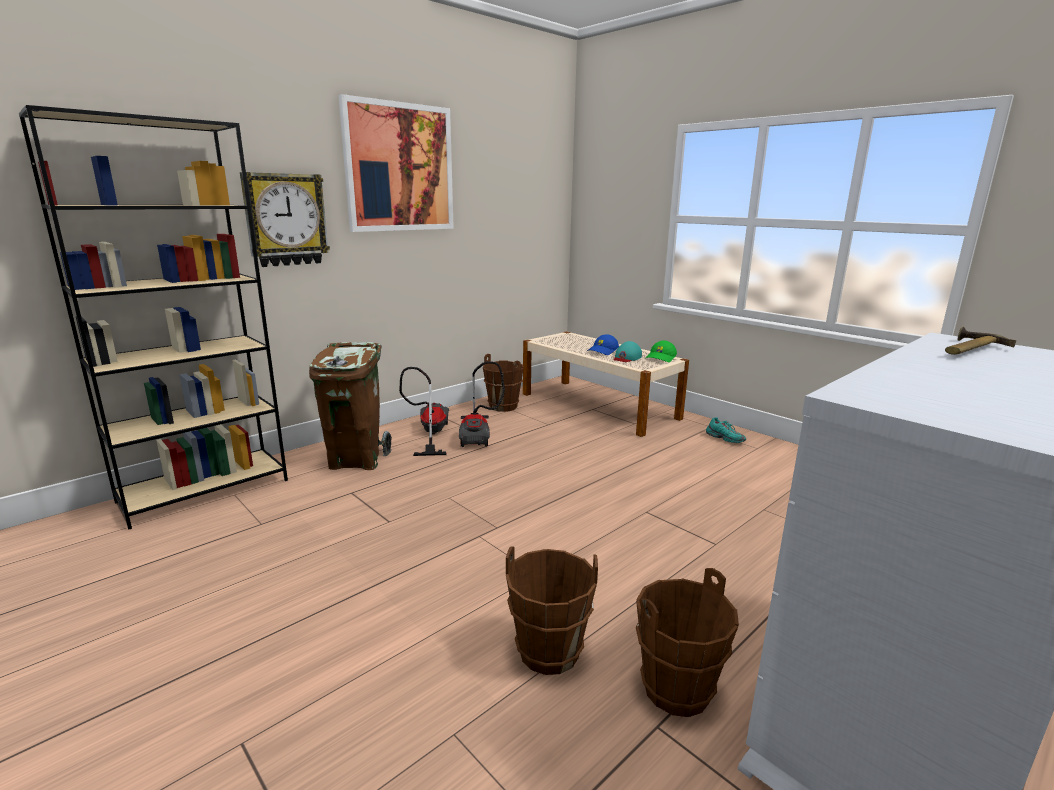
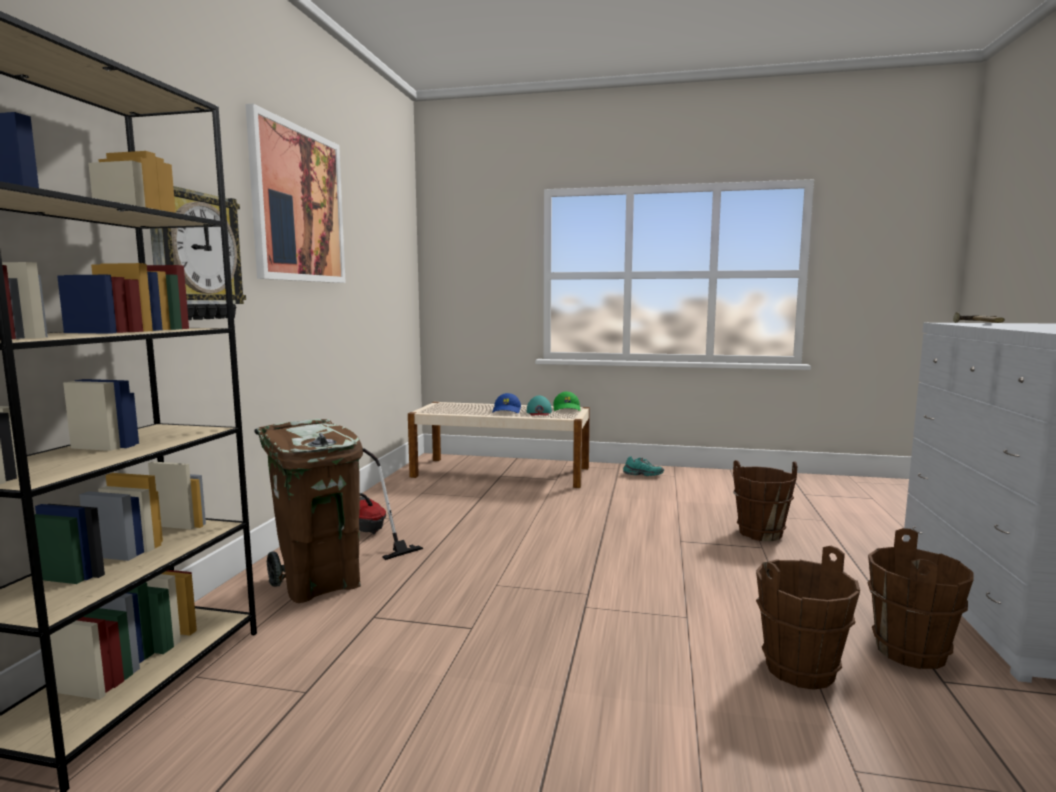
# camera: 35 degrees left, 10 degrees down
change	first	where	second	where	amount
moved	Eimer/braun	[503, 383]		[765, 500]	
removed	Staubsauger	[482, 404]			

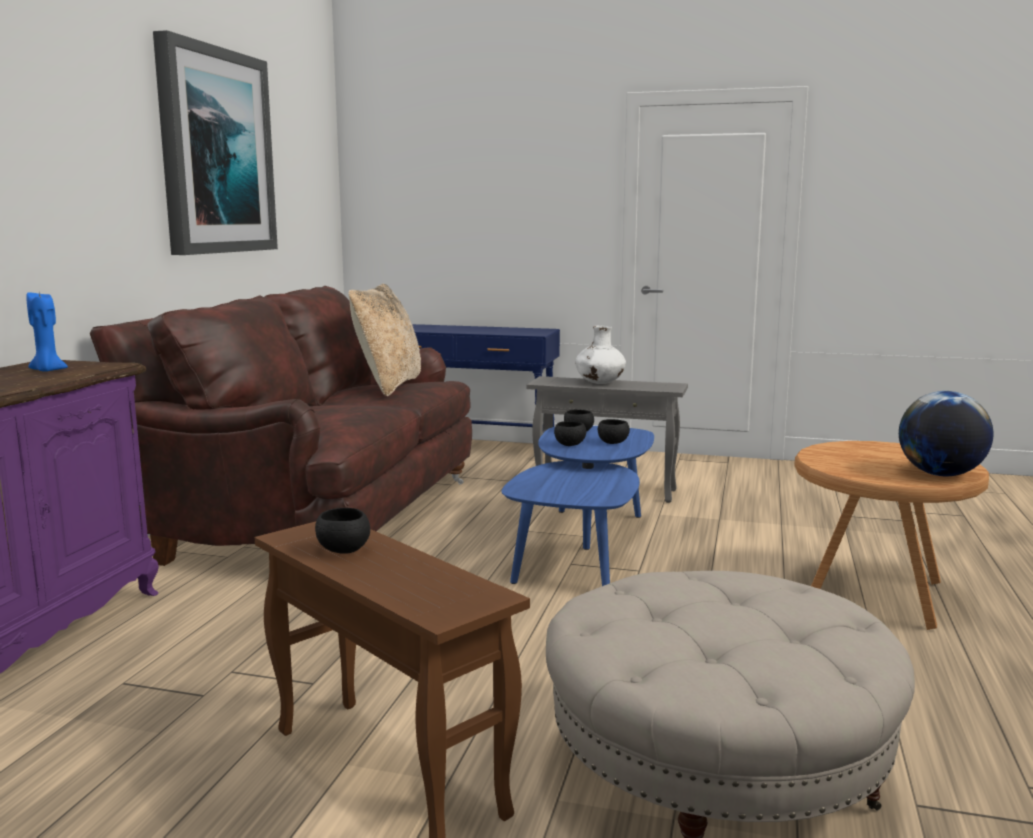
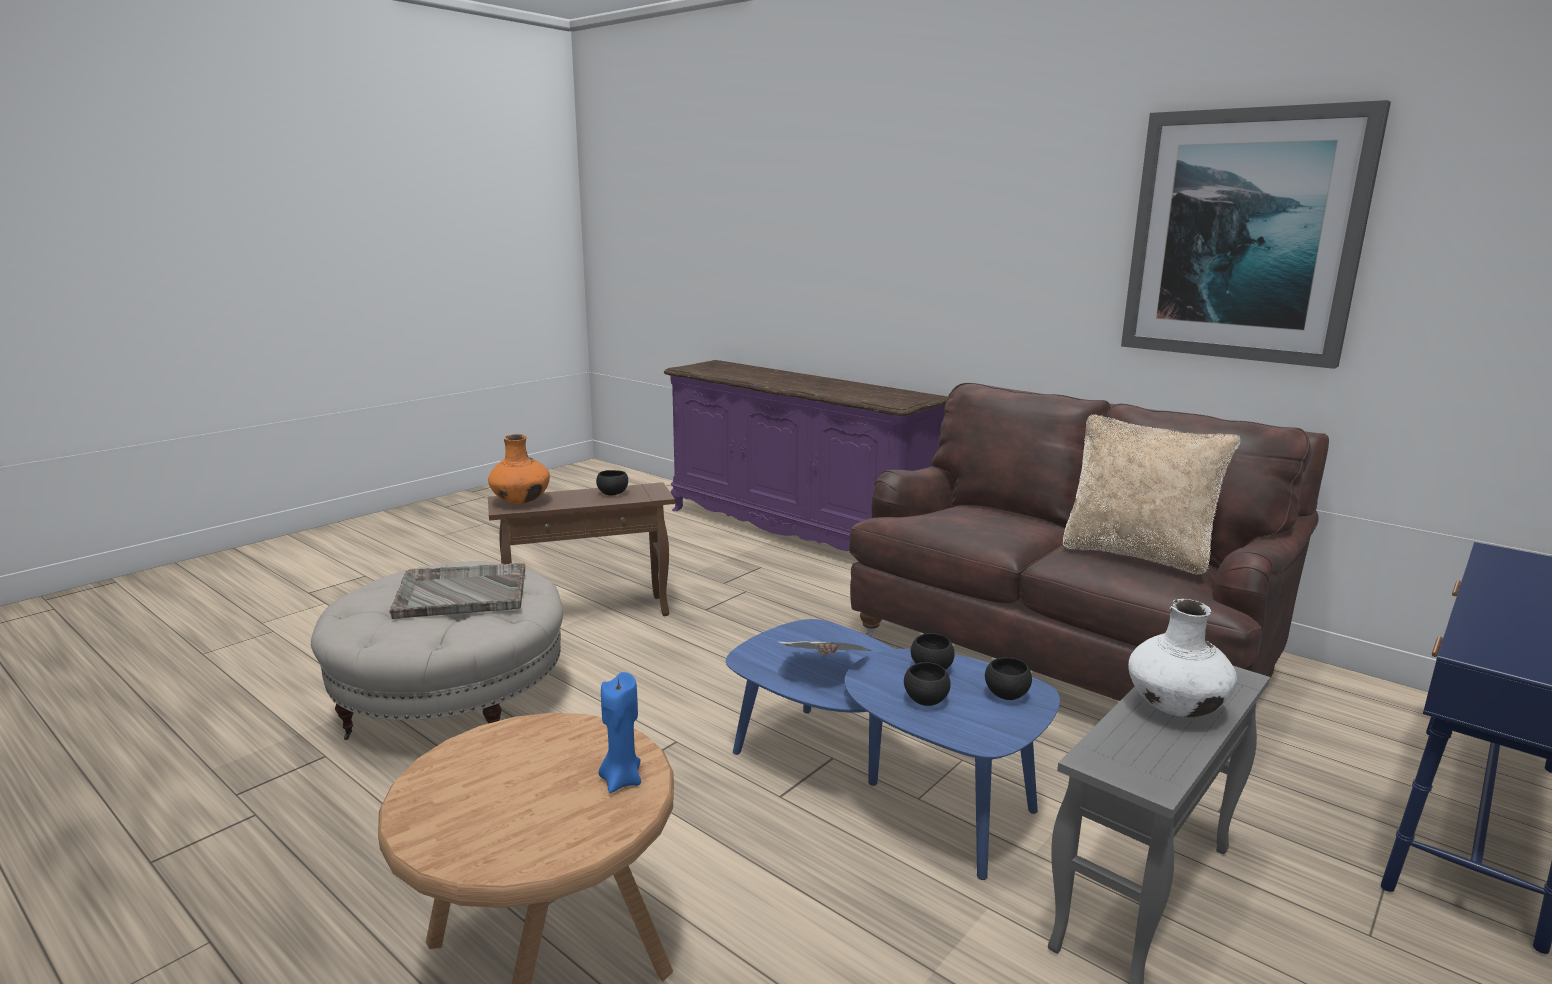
# camera: 115 degrees right, 5 degrees up
change	first	where	second	where	amount
moved	Kerze/blau	[47, 332]		[620, 732]	
removed	Globus	[946, 433]			
added			Vase/orange	[519, 469]	
added			Tablett/grau	[457, 591]	
added			Zeitung	[824, 648]	

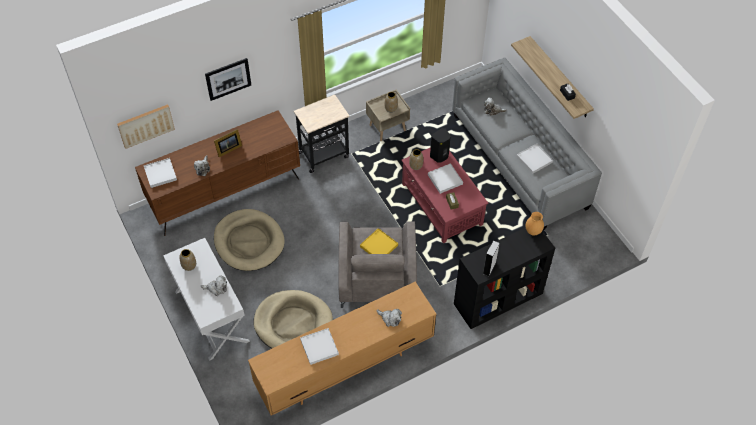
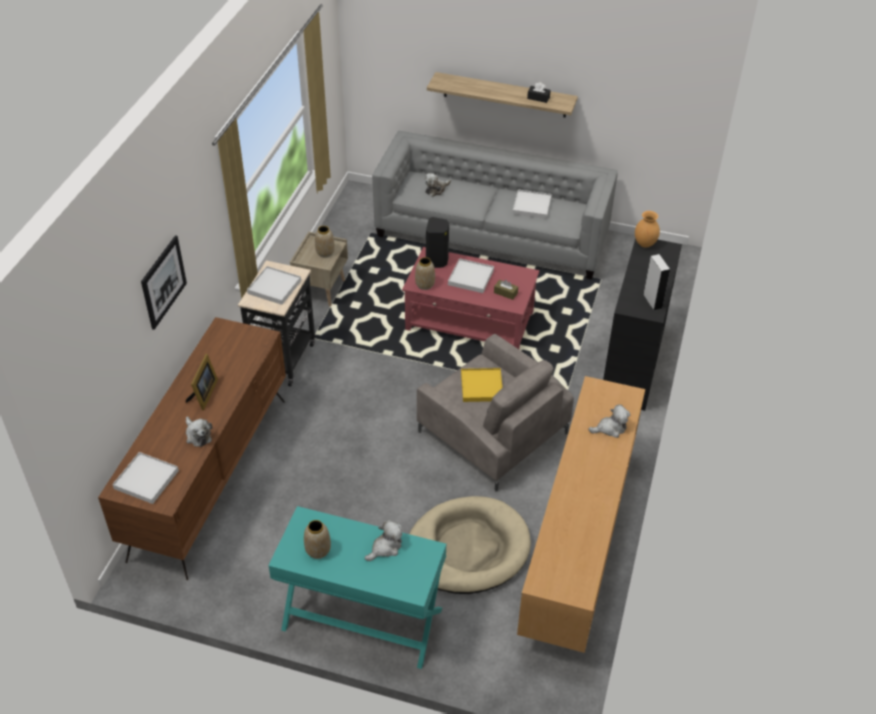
# camera: 45 degrees left, 10 degrees down
change	first	where	second	where	amount
removed	Bild	[146, 126]			
removed	Hundebett/beige	[249, 240]			
recoloured	Konsolentisch/weiß	[206, 299]	Konsolentisch/türkis	[357, 587]	
moved	Tablett/weiß	[319, 346]		[274, 285]	

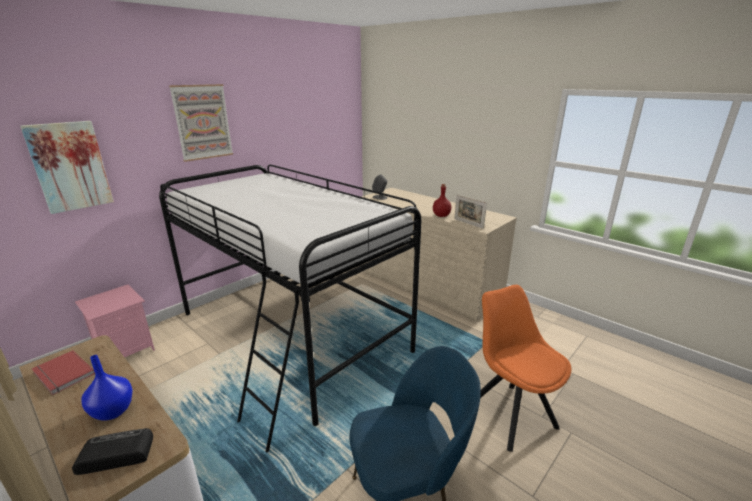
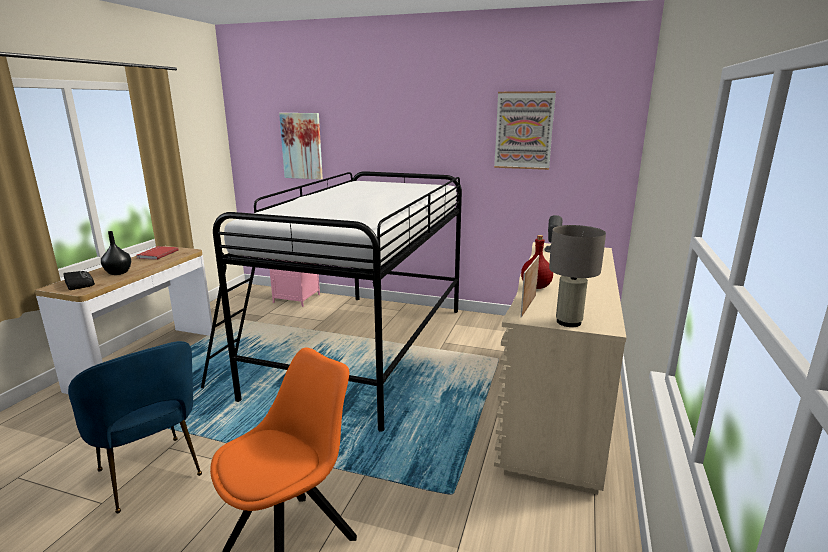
# camera: 65 degrees right, 5 degrees down
change	first	where	second	where	amount
moved	Bild	[201, 123]		[525, 130]	
recoloured	Vase/blau	[107, 388]	Vase/schwarz	[116, 253]	
added			Tischlampe/grau	[577, 276]	

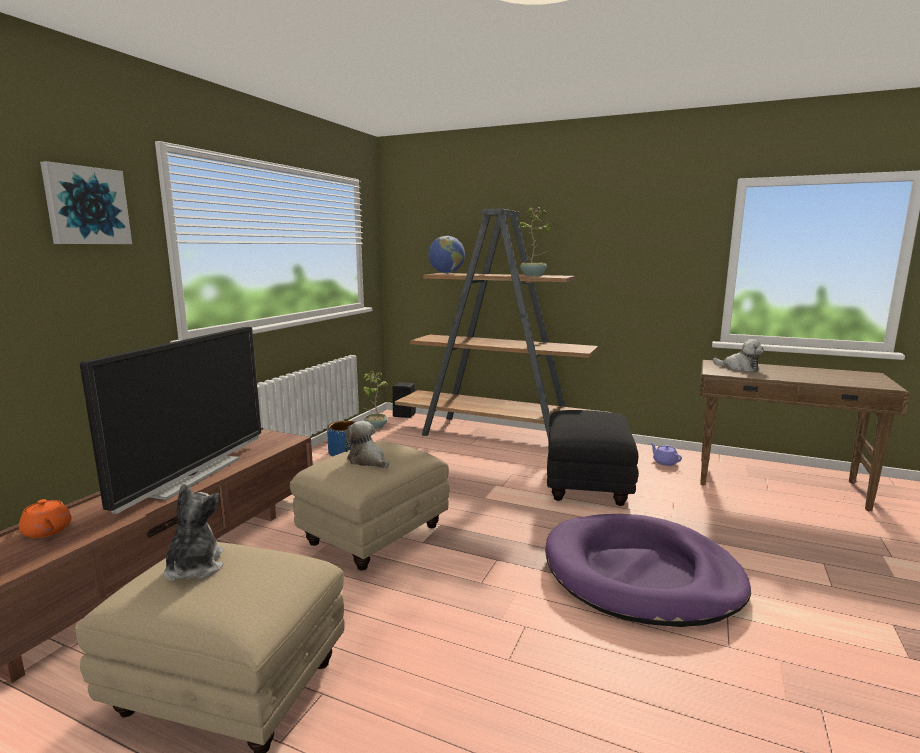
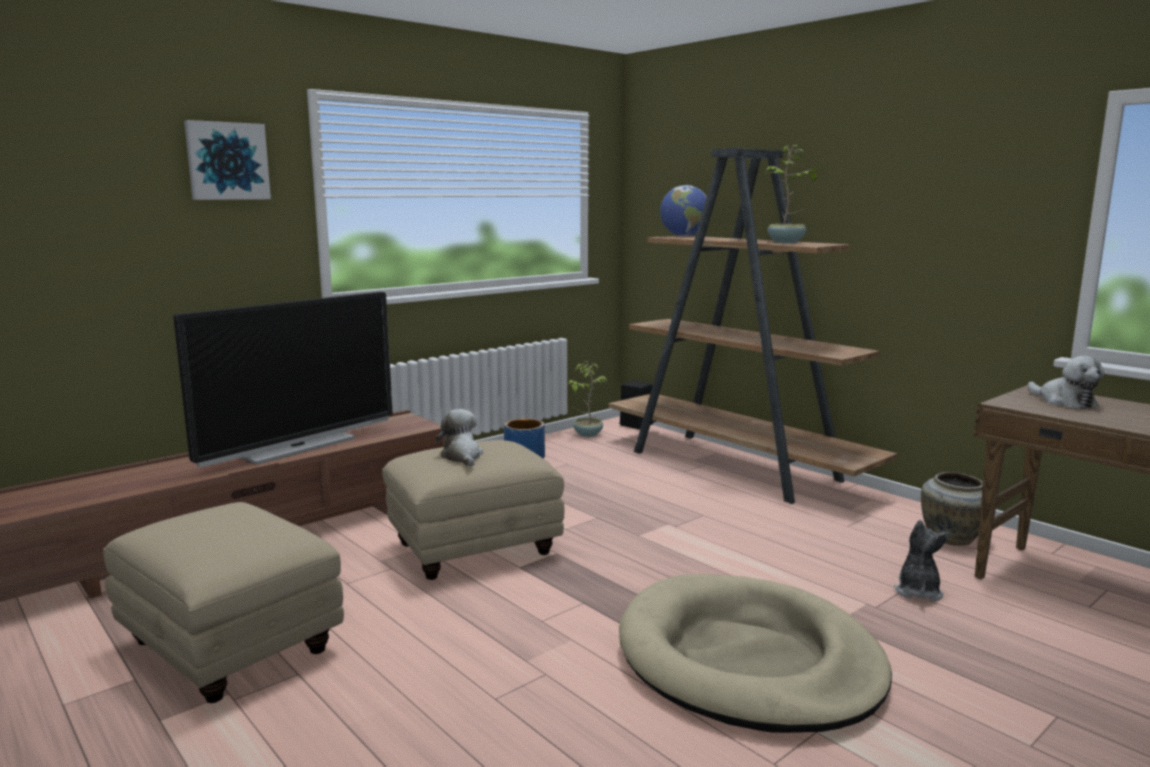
# camera: 25 degrees right, 0 degrees up
change	first	where	second	where	amount
removed	Polsterhocker/schwarz	[593, 458]			
replaced	Teekanne/lila	[666, 454]	Vase/beige	[952, 509]	
moved	Plüschtier	[194, 532]		[921, 560]	
removed	Teekanne/orange	[45, 518]			
recoloured	Hundebett/lila	[648, 570]	Hundebett/beige	[755, 653]	

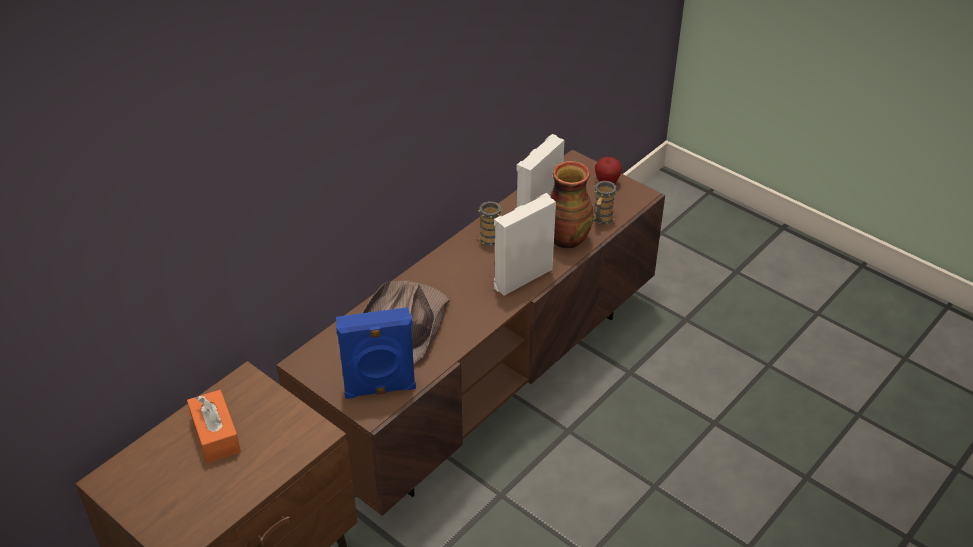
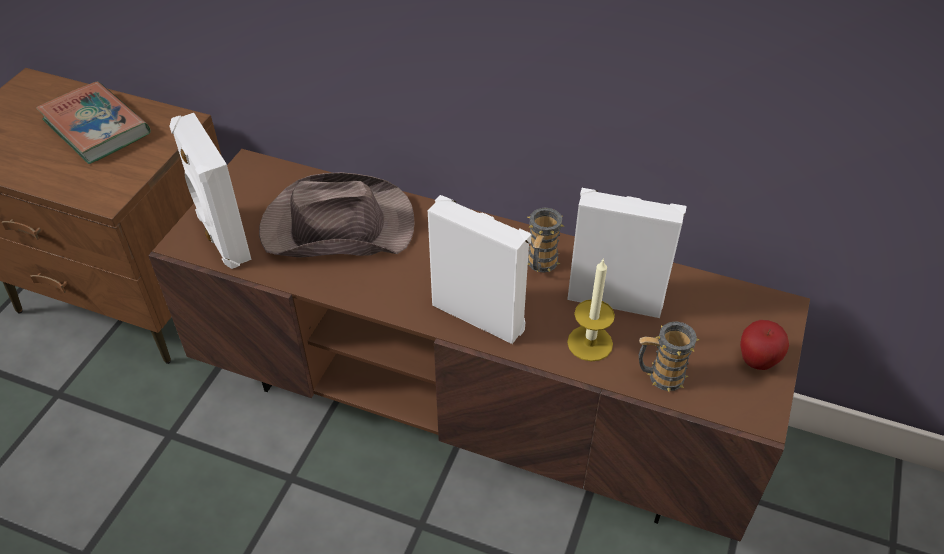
# camera: 70 degrees right, 5 degrees up
change	first	where	second	where	amount
replaced	Vase	[572, 205]	Kerze	[591, 309]	
recoloured	Lautsprecher/blau	[376, 353]	Lautsprecher/weiß	[210, 191]	
replaced	Taschentuchbox/orange	[214, 426]	Buch	[93, 123]	

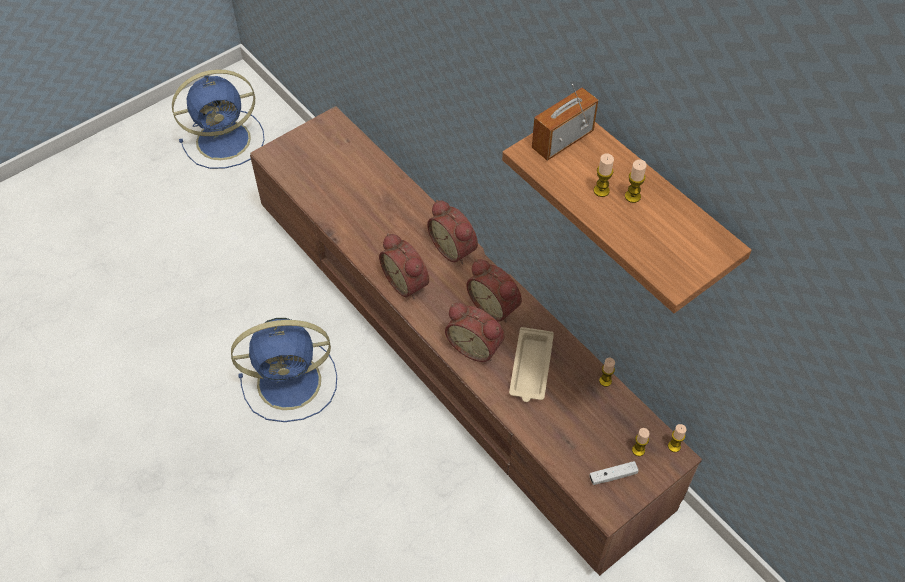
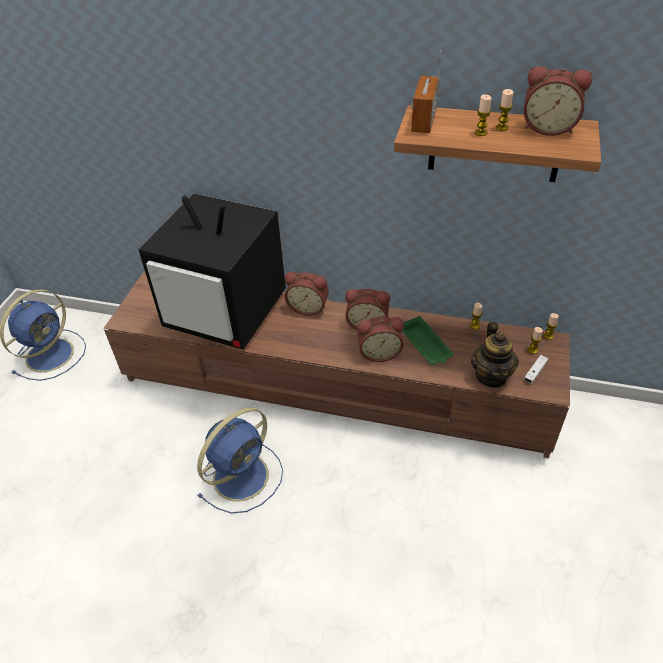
# camera: 35 degrees left, 10 degrees down
change	first	where	second	where	amount
moved	Wecker	[404, 266]		[558, 101]	
recoloured	Tablett/beige	[531, 364]	Tablett/grün	[428, 340]	
added			Fernseher	[212, 272]	
added			Teekanne	[495, 355]	

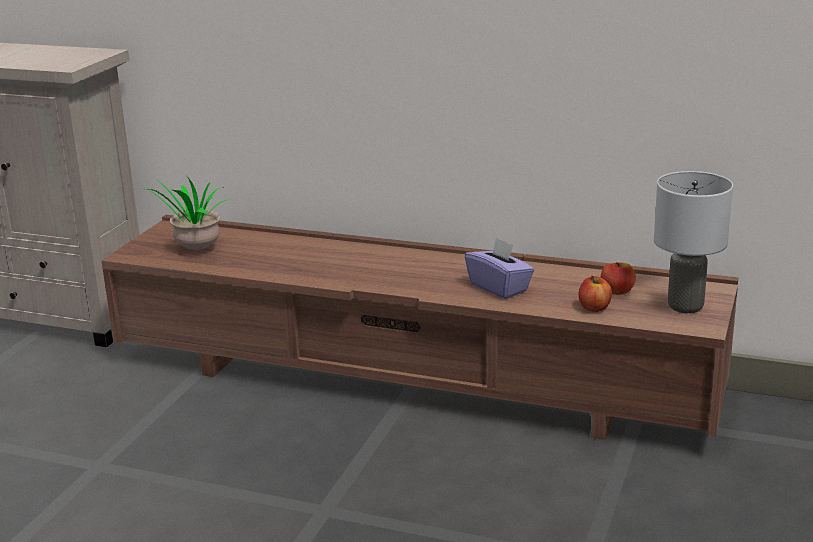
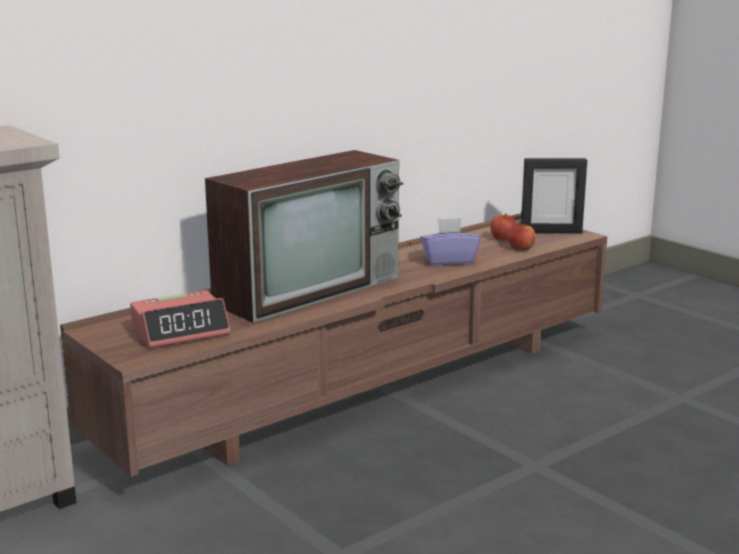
# camera: 60 degrees left, 5 degrees down
change	first	where	second	where	amount
replaced	Tischlampe/weiß	[693, 242]	Bilderrahmen	[554, 195]	
replaced	Topfpflanze	[187, 214]	Wecker	[180, 319]	
added			Fernseher	[304, 236]	

